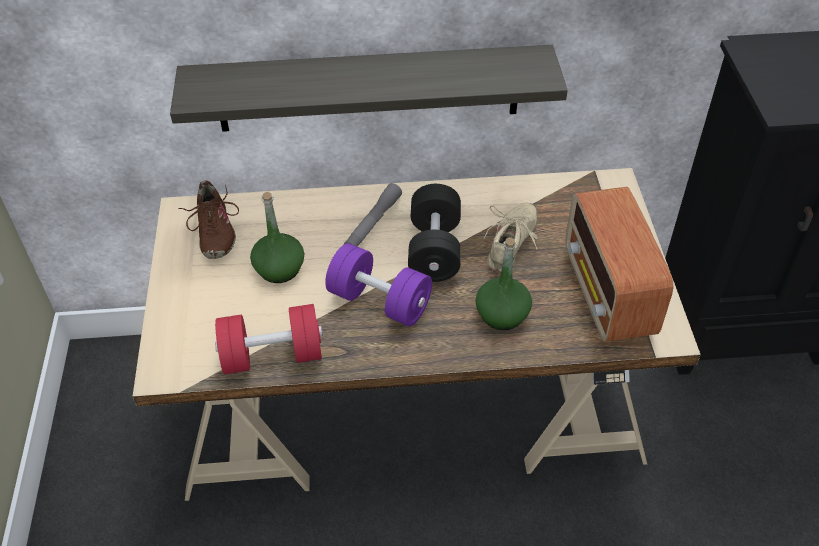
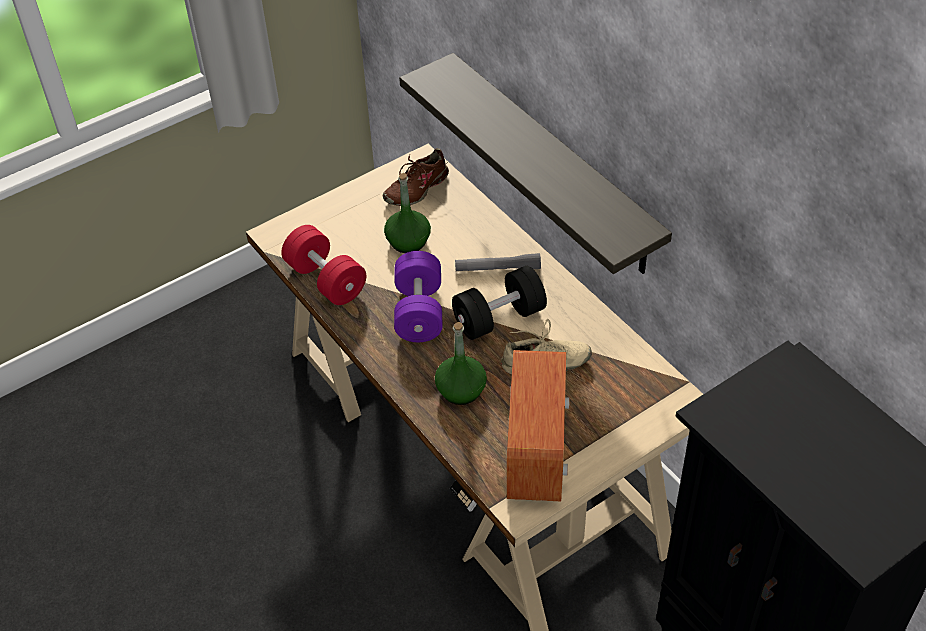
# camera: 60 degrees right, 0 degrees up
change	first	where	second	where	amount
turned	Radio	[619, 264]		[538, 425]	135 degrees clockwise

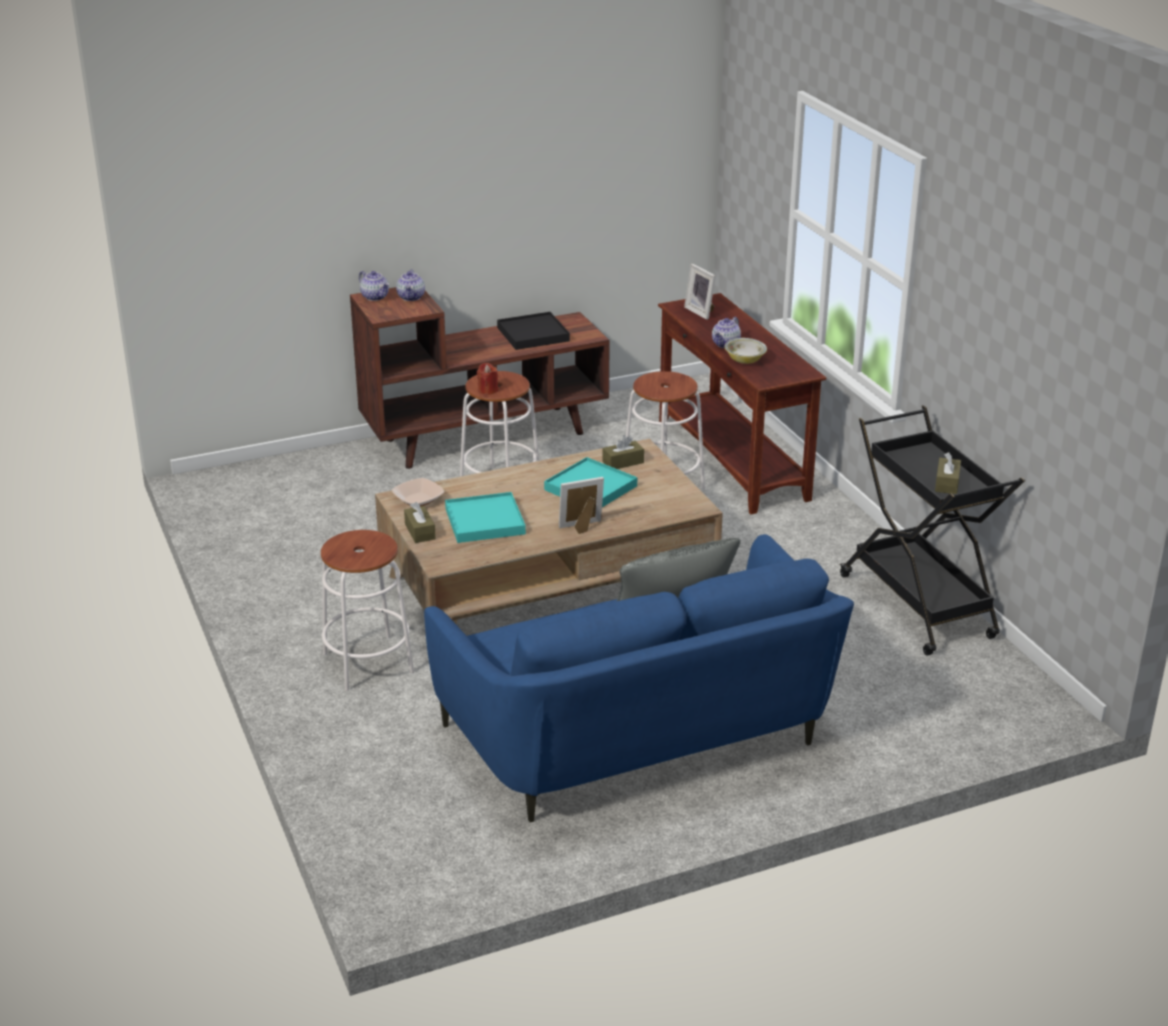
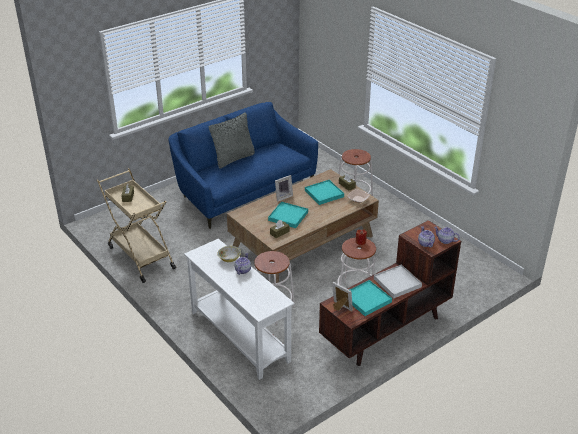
# camera: 165 degrees right, 5 degrees up
change	first	where	second	where	amount
moved	Bilderrahmen	[700, 292]		[342, 296]	
recoloured	Konsolentisch/braun	[742, 403]	Konsolentisch/weiß	[239, 309]	
recoloured	Tablett/schwarz	[533, 331]	Tablett/türkis	[371, 298]	
recoloured	Rollwagen/schwarz	[931, 530]	Rollwagen/beige	[136, 225]	
added			Tablett/weiß	[398, 281]	

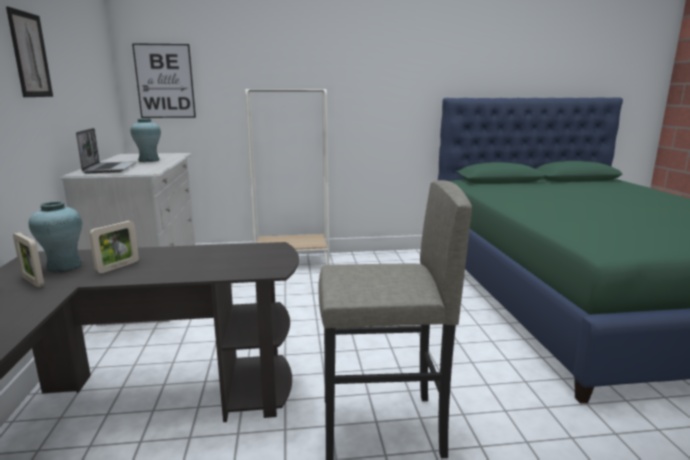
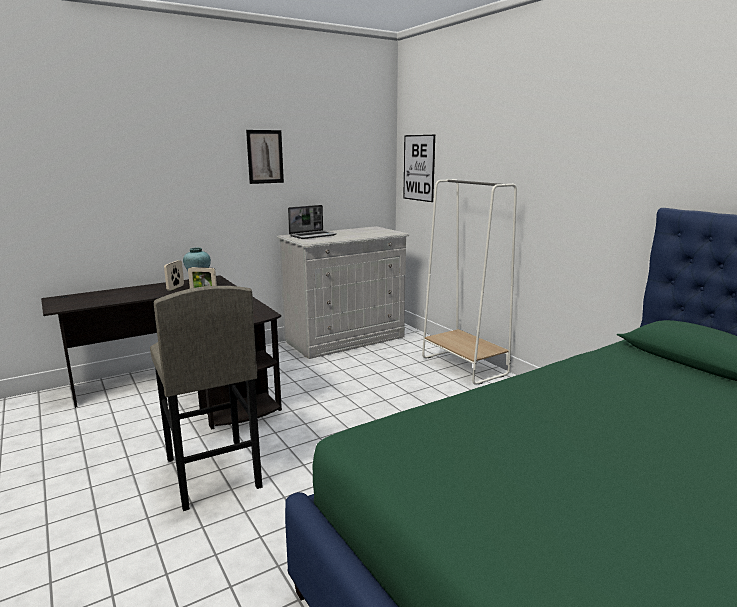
# camera: 65 degrees right, 0 degrees up
change	first	where	second	where	amount
removed	Vase/türkis	[145, 140]			

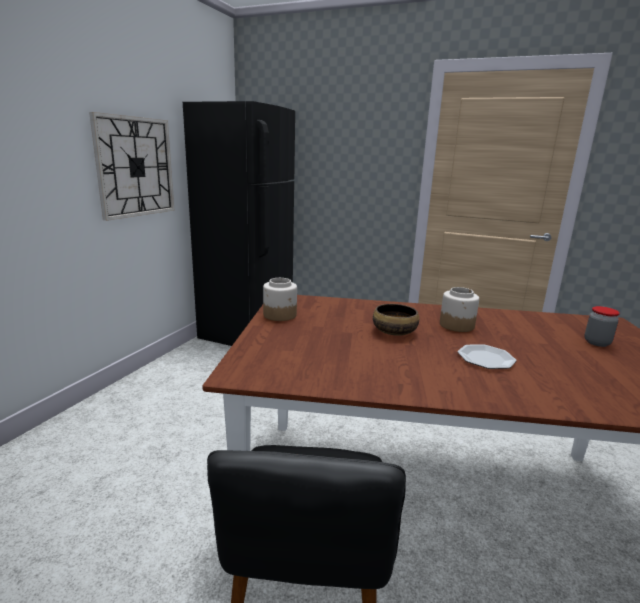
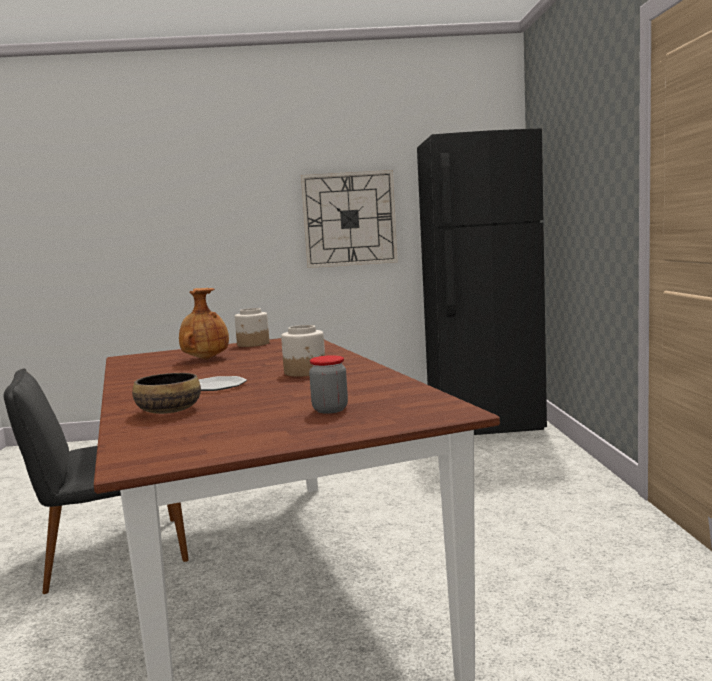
# camera: 65 degrees right, 10 degrees down
change	first	where	second	where	amount
moved	Schüssel	[396, 320]		[166, 393]	
added			Vase/braun	[204, 324]	

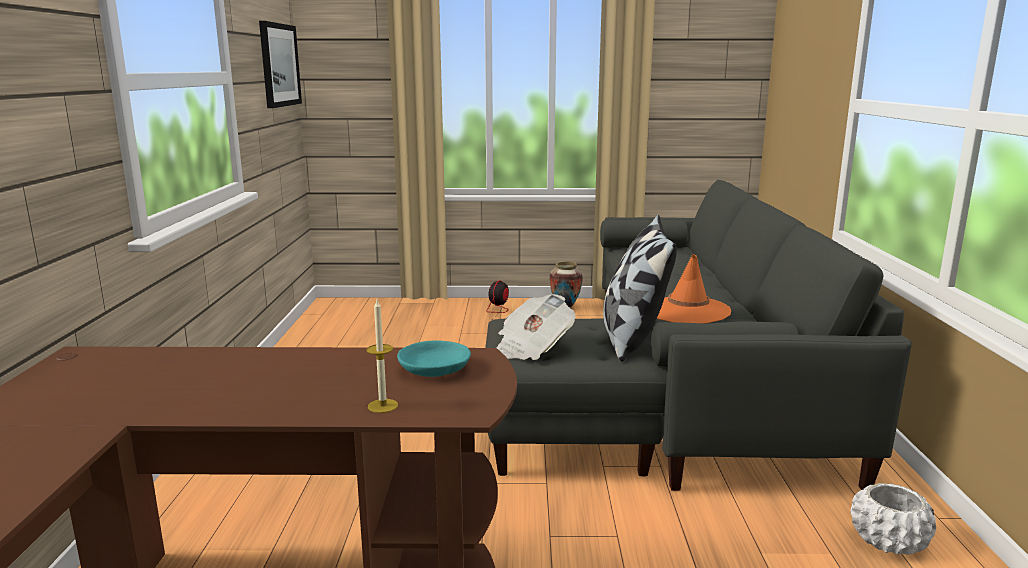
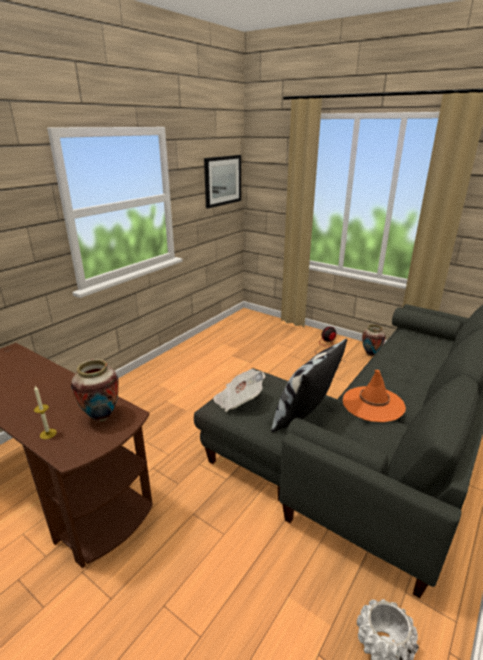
# camera: 35 degrees right, 10 degrees up
change	first	where	second	where	amount
replaced	Schüssel/türkis	[434, 358]	Vase	[95, 390]	

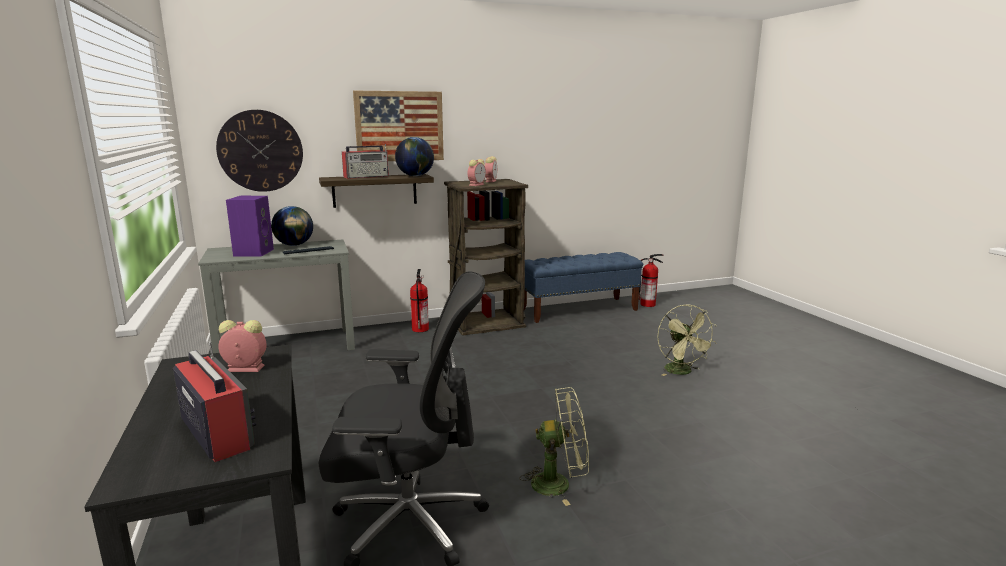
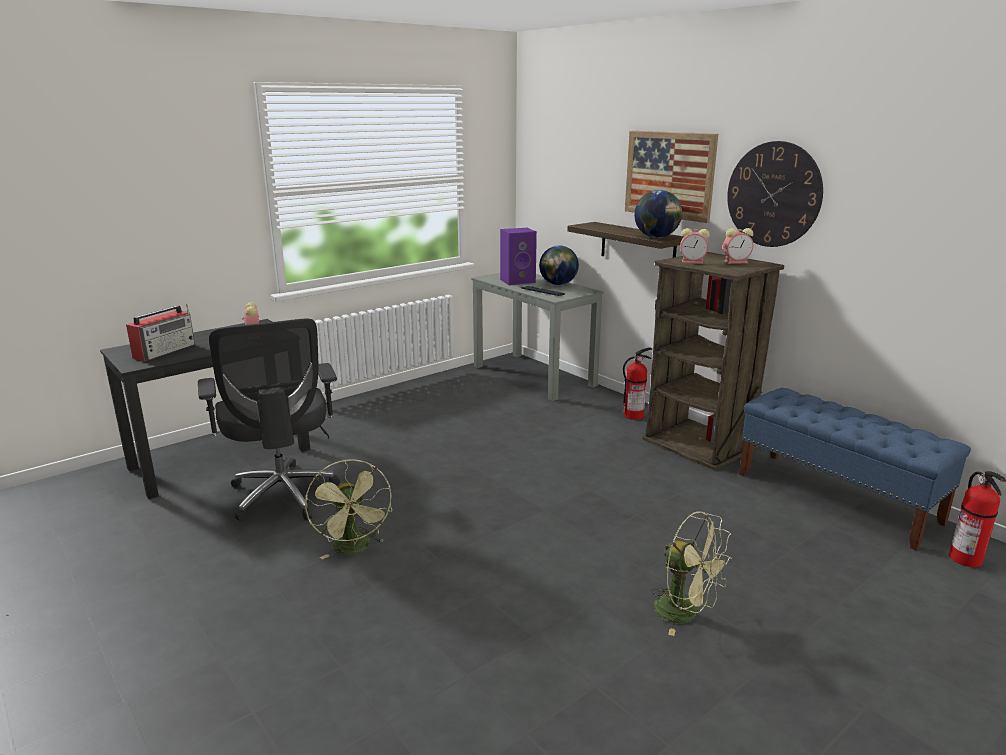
# camera: 70 degrees right, 5 degrees up
change	first	where	second	where	amount
moved	Wanduhr	[259, 151]		[775, 194]	
removed	Radio	[365, 161]			
turned	Ventilator/grün	[687, 340]		[691, 573]	105 degrees counterclockwise

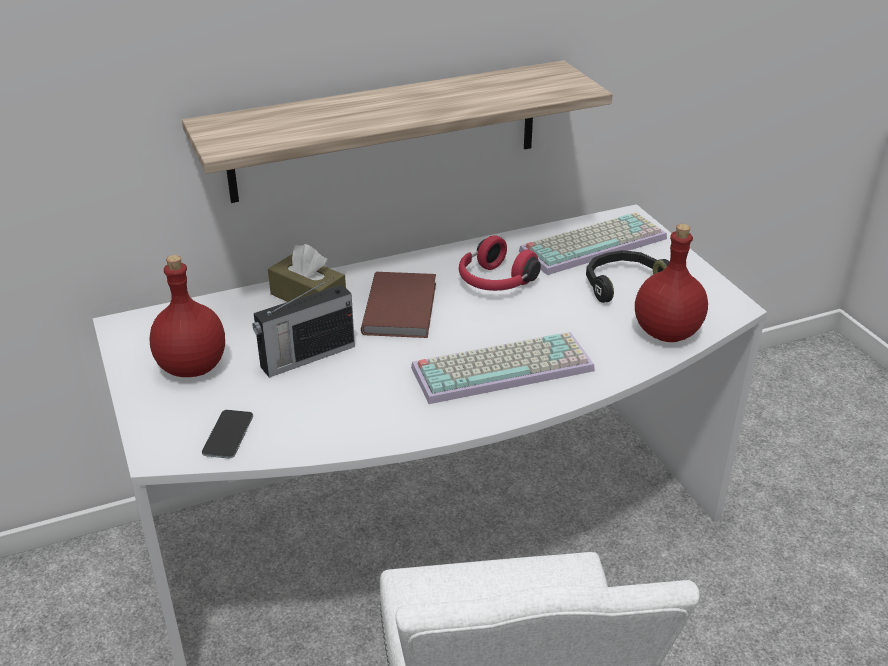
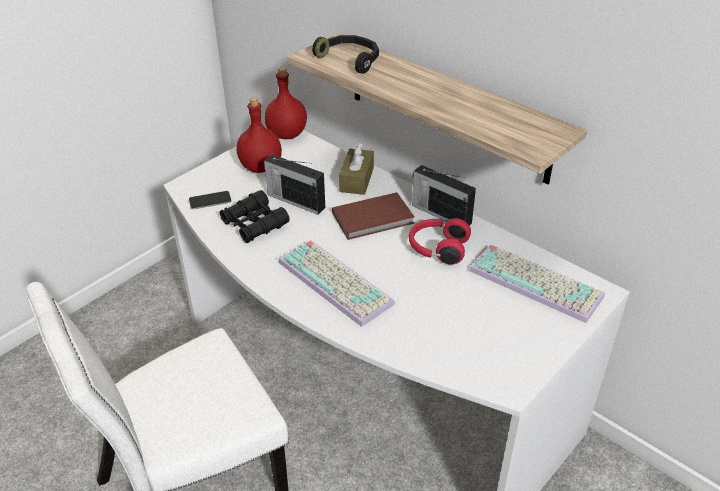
# camera: 65 degrees right, 5 degrees up
change	first	where	second	where	amount
moved	Flasche/rot	[671, 283]		[286, 103]	
moved	Kopfhörer/schwarz	[627, 276]		[345, 54]	
added			Radio	[444, 195]	
added			Fernglas/schwarz	[255, 216]	

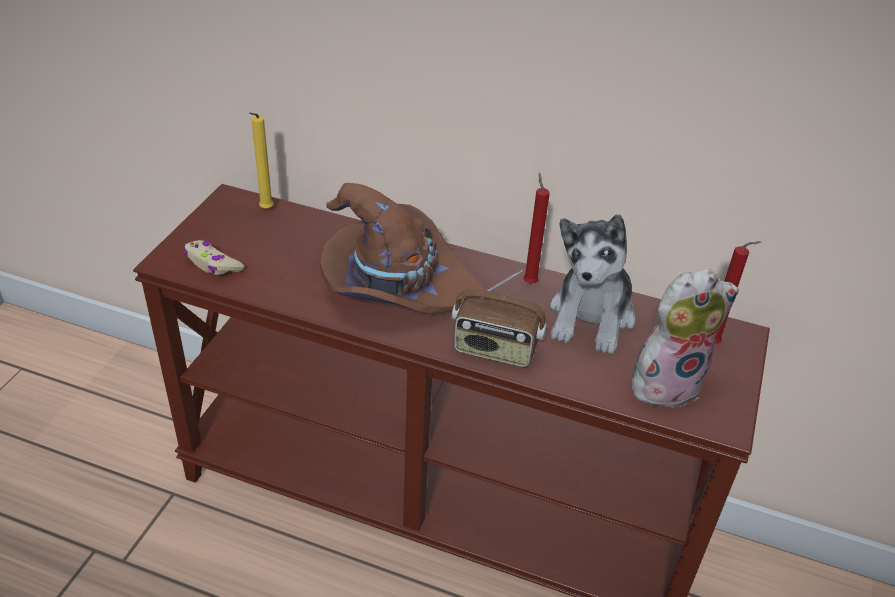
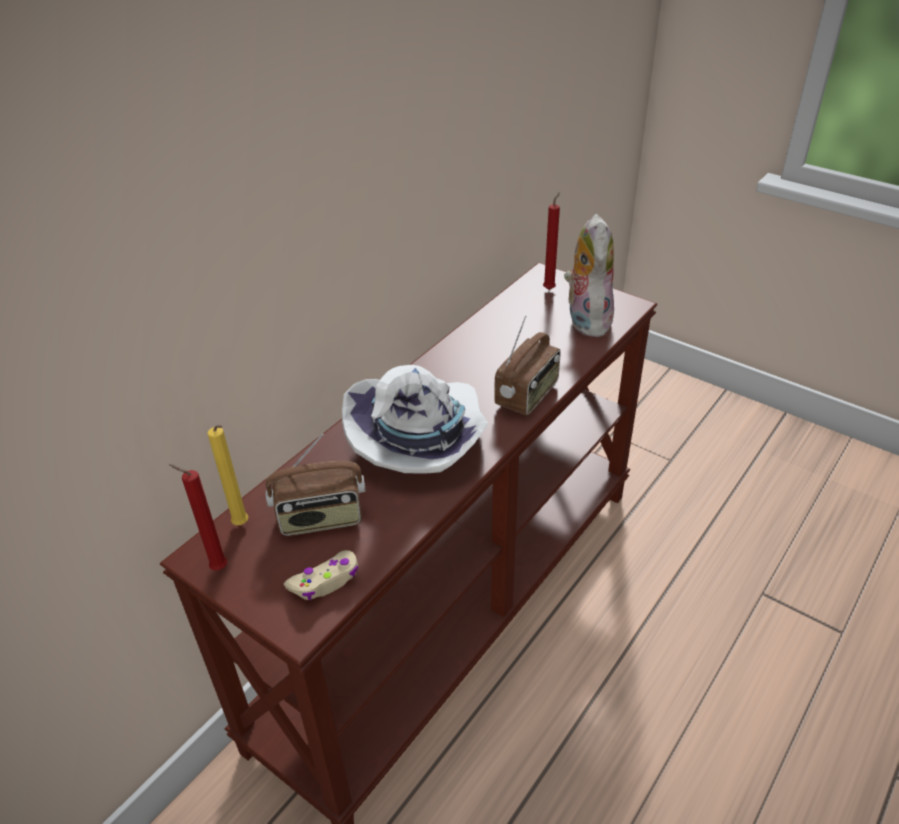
# camera: 70 degrees left, 0 degrees up
change	first	where	second	where	amount
moved	Kerze/rot	[536, 228]		[198, 517]	
recoloured	Hut/braun	[402, 248]	Hut/weiß	[415, 419]	
removed	Plüschtier	[592, 284]			
added			Radio	[316, 485]	

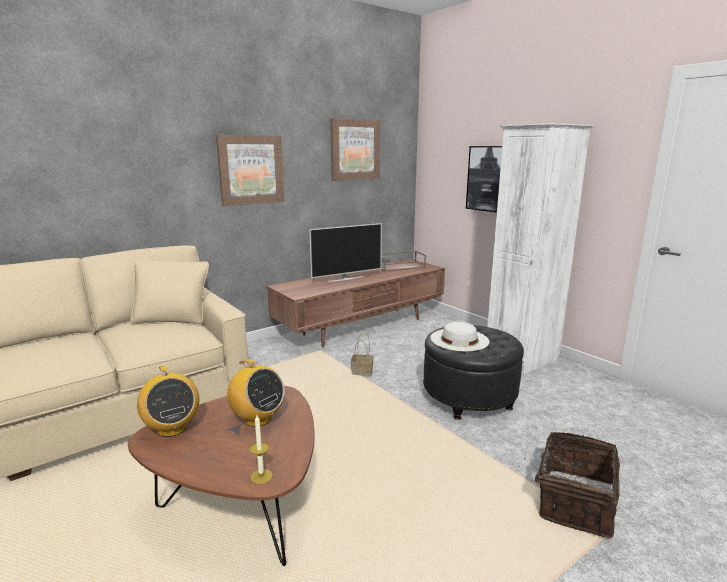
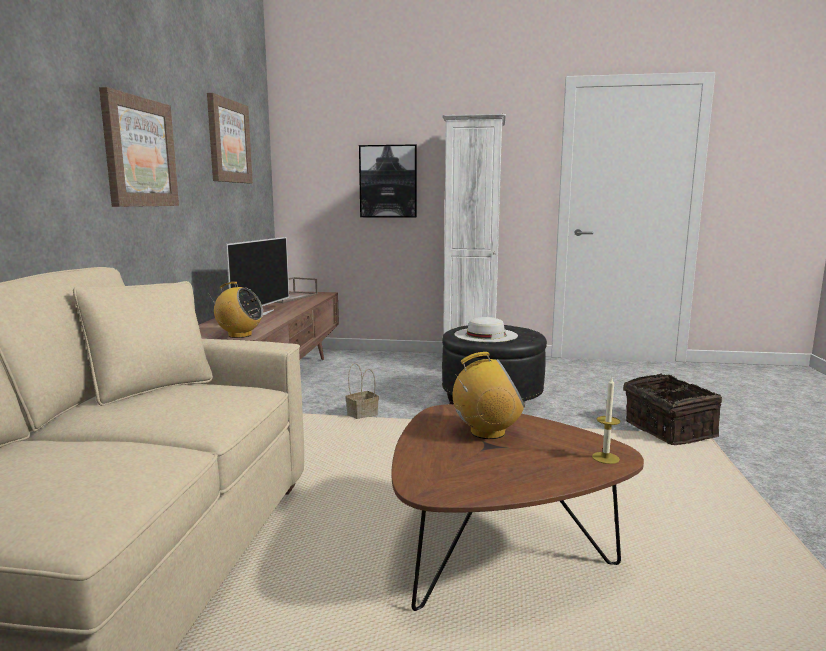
# camera: 45 degrees left, 5 degrees down
change	first	where	second	where	amount
moved	Radio	[168, 401]		[235, 310]	

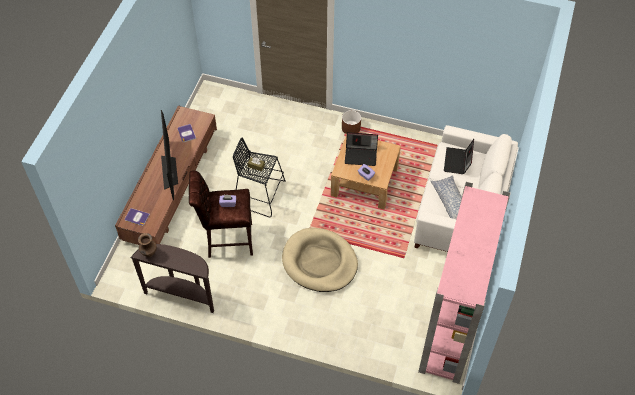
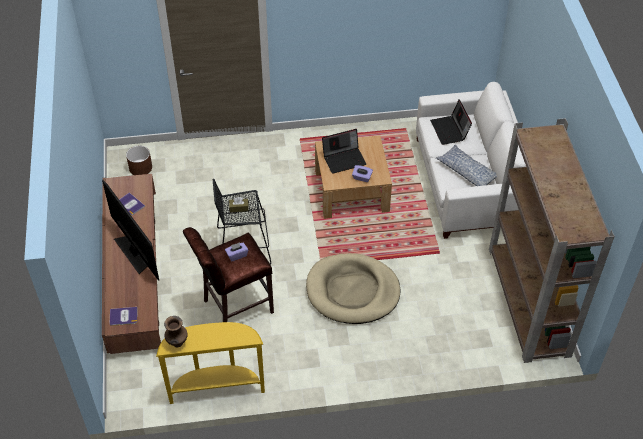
# camera: 25 degrees left, 5 degrees down
change	first	where	second	where	amount
moved	Pflanzkübel/braun	[351, 122]		[139, 160]	
recoloured	Bücherregal/rosa	[464, 283]	Bücherregal/braun	[552, 240]	
recoloured	Konsolentisch/braun	[172, 278]	Konsolentisch/gelb	[210, 363]	

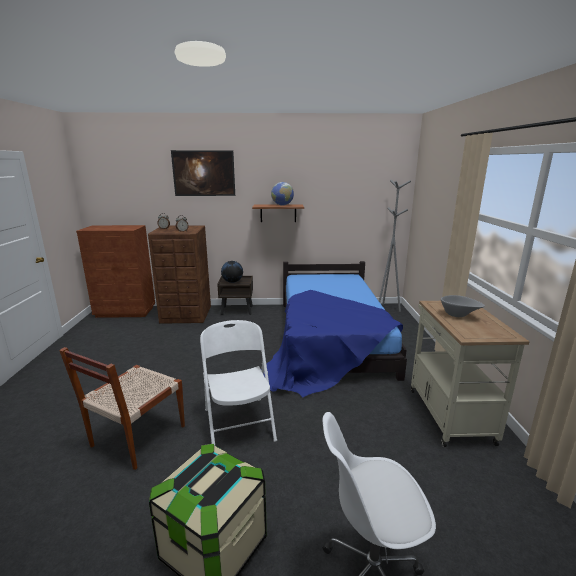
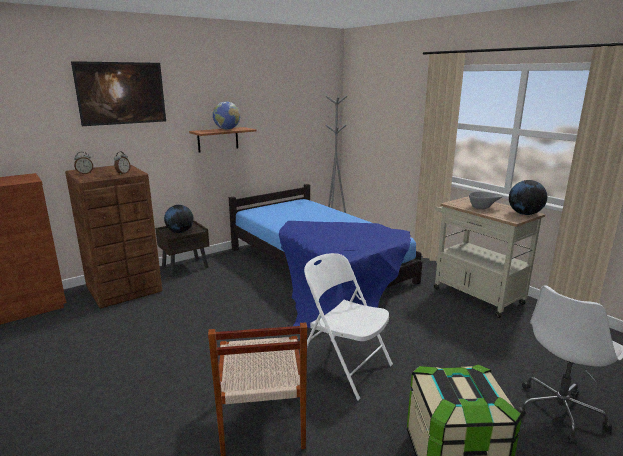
# camera: 35 degrees left, 0 degrees up
change	first	where	second	where	amount
added			Globus	[528, 197]	

